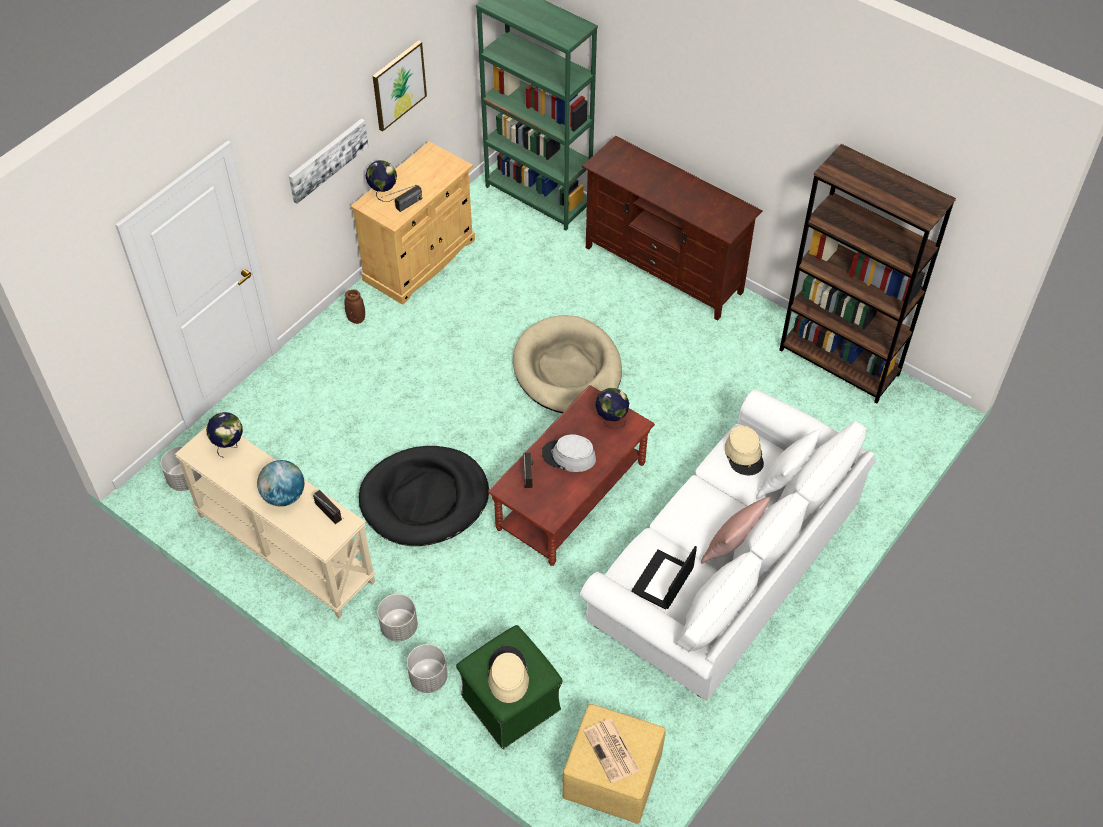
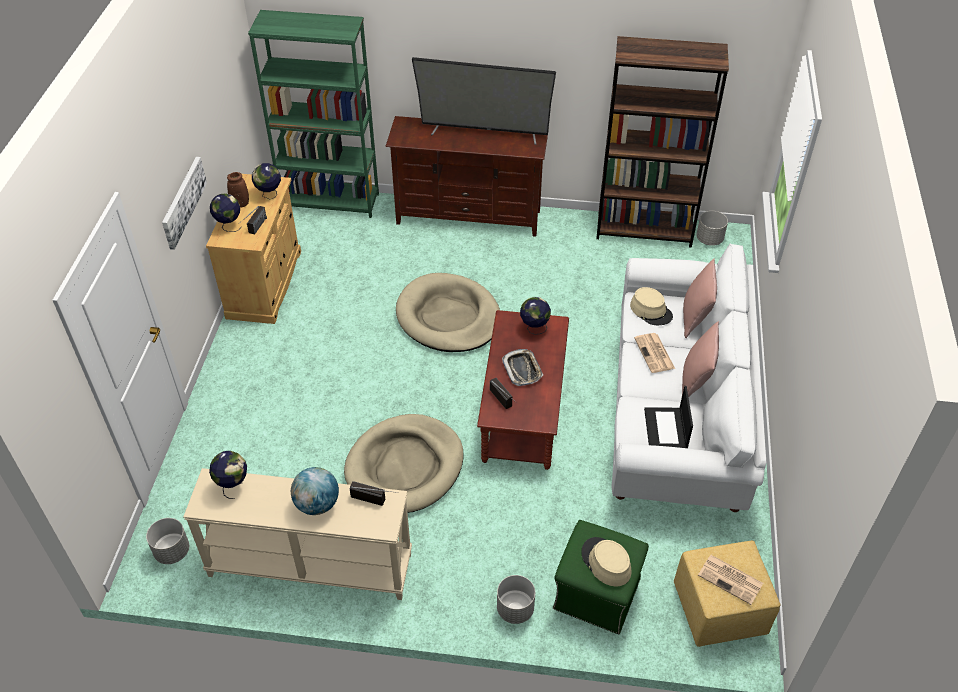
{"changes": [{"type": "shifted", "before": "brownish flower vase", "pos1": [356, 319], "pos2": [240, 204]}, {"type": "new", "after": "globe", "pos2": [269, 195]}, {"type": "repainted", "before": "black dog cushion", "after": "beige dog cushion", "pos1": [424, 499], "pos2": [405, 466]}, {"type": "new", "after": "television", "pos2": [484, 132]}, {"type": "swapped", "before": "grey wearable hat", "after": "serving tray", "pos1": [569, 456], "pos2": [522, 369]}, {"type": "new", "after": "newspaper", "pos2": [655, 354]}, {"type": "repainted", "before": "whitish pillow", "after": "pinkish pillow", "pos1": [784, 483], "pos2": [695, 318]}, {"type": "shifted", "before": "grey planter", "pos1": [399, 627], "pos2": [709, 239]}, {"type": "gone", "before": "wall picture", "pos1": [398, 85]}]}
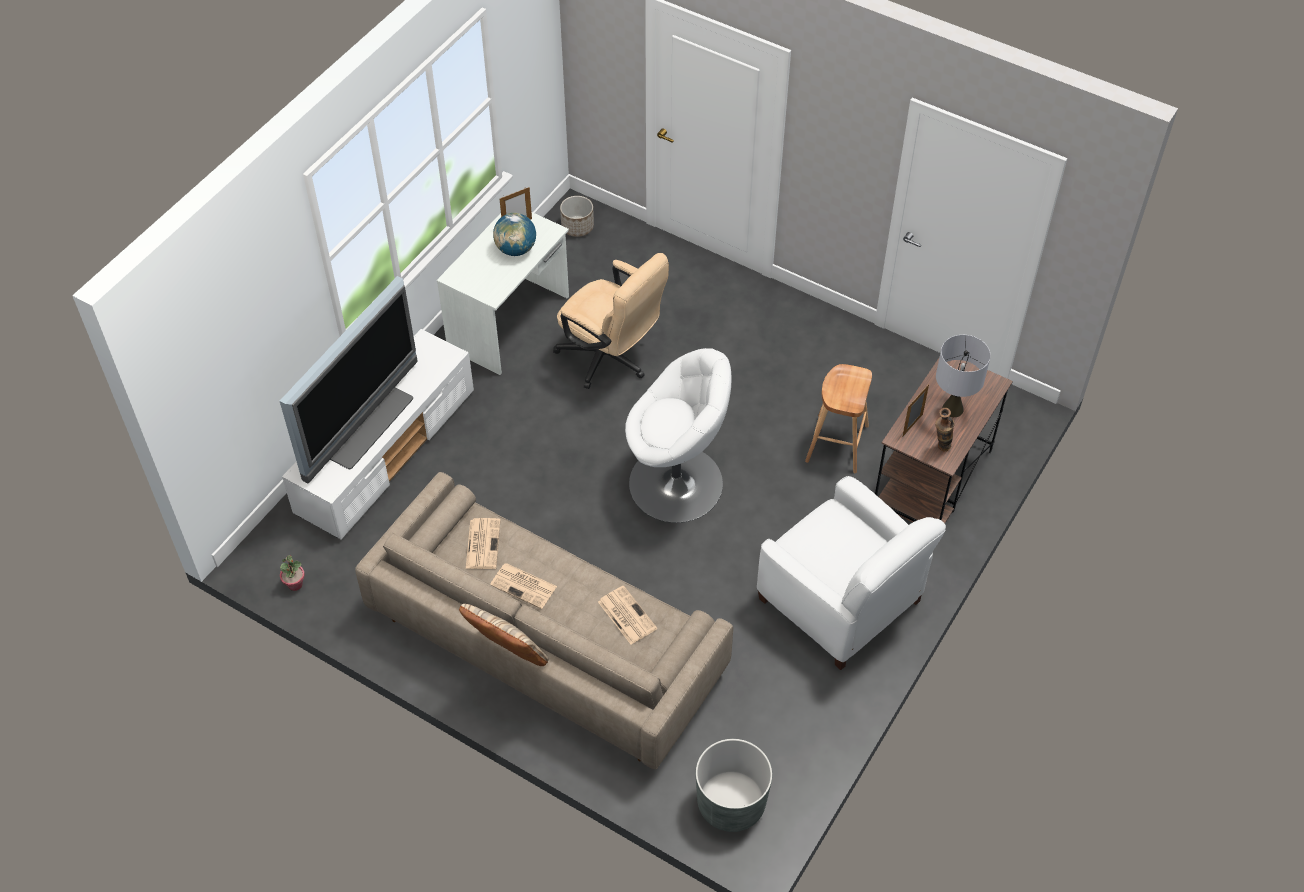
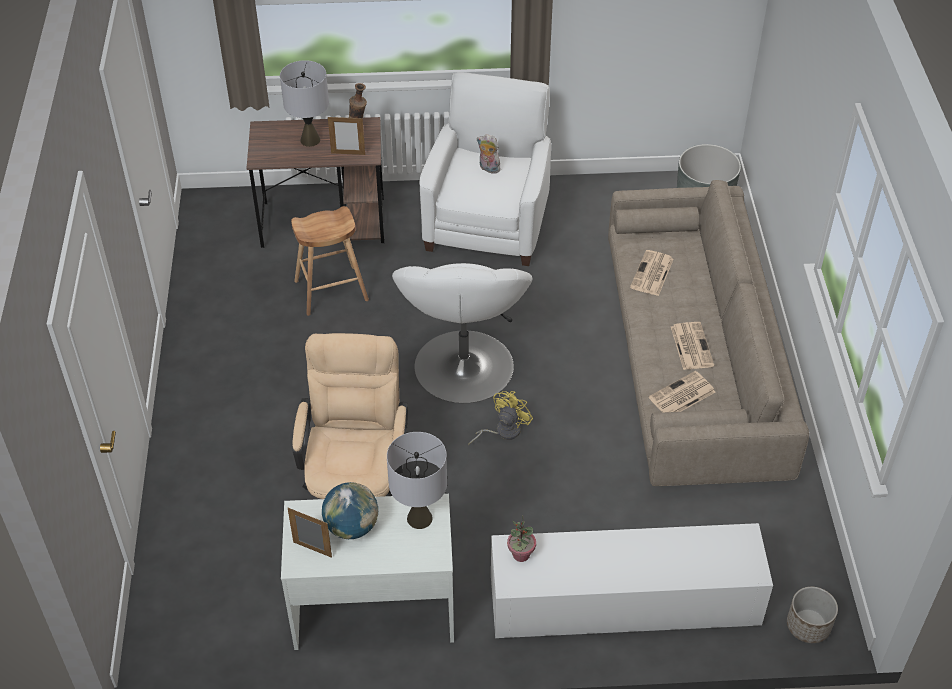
{"changes": [{"type": "new", "after": "grey tabletop lamp", "pos2": [419, 518]}, {"type": "rotated", "before": "whitish armchair", "pos1": [677, 484], "pos2": [463, 367], "turn": -150}, {"type": "new", "after": "yellowish cooling fan", "pos2": [502, 431]}, {"type": "new", "after": "cuddly toy", "pos2": [488, 168]}, {"type": "shifted", "before": "potted plant", "pos1": [295, 584], "pos2": [521, 555]}, {"type": "shifted", "before": "planter", "pos1": [577, 227], "pos2": [808, 626]}, {"type": "gone", "before": "television", "pos1": [364, 423]}, {"type": "gone", "before": "beige pillow", "pos1": [507, 655]}]}
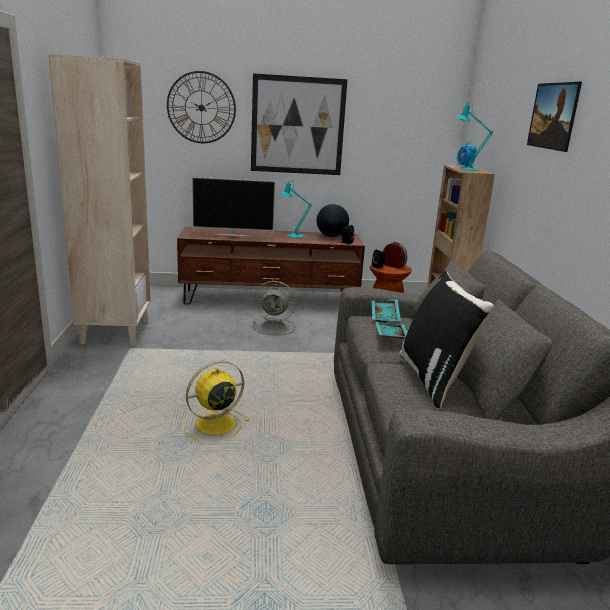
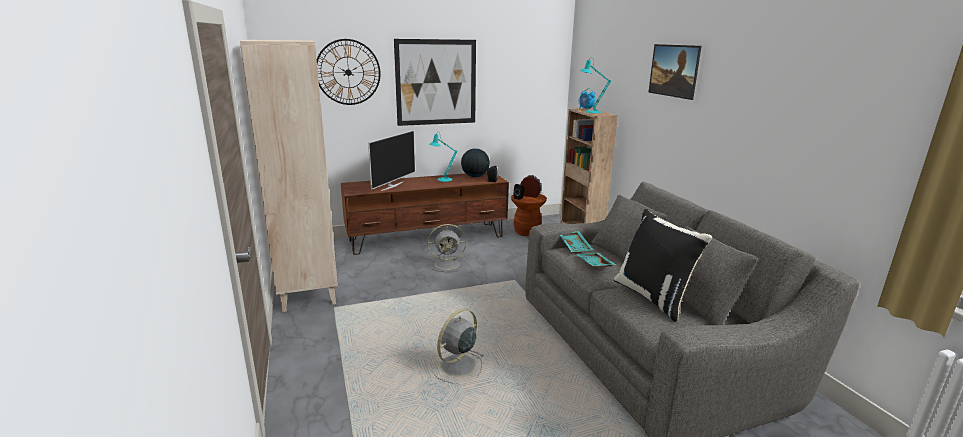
{"changes": [{"type": "rotated", "before": "television", "pos1": [233, 235], "pos2": [392, 186], "turn": -45}, {"type": "repainted", "before": "yellowish cooling fan", "after": "grey cooling fan", "pos1": [213, 425], "pos2": [456, 366]}]}
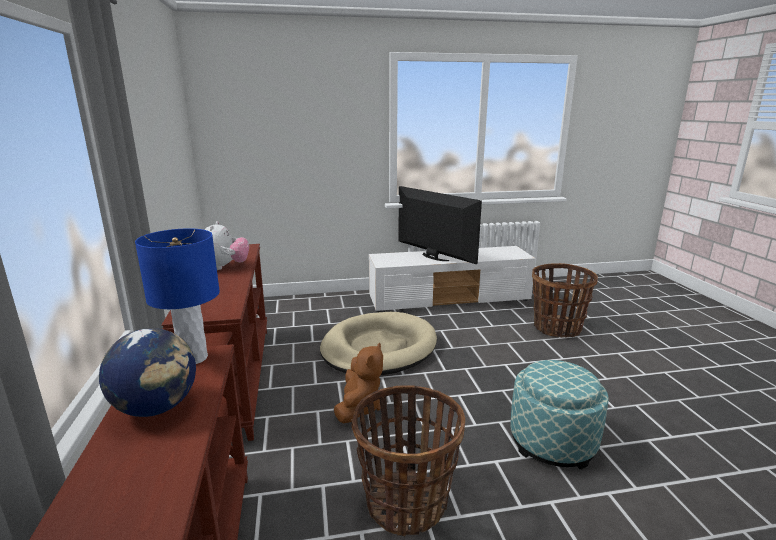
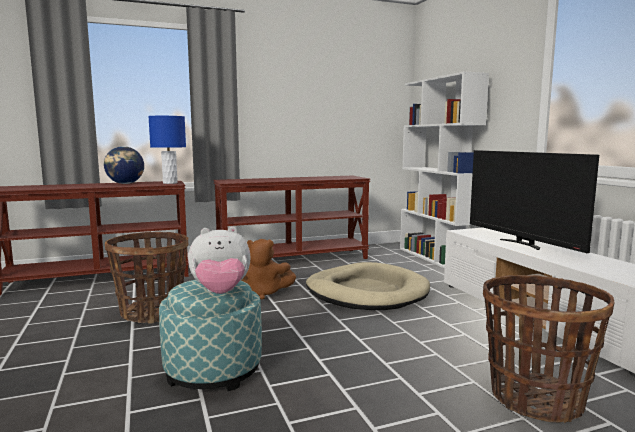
{"changes": [{"type": "shifted", "before": "cuddly toy", "pos1": [226, 267], "pos2": [221, 293]}, {"type": "new", "after": "whitish bookcase", "pos2": [436, 258]}, {"type": "rotated", "before": "television", "pos1": [433, 257], "pos2": [522, 244], "turn": 120}]}
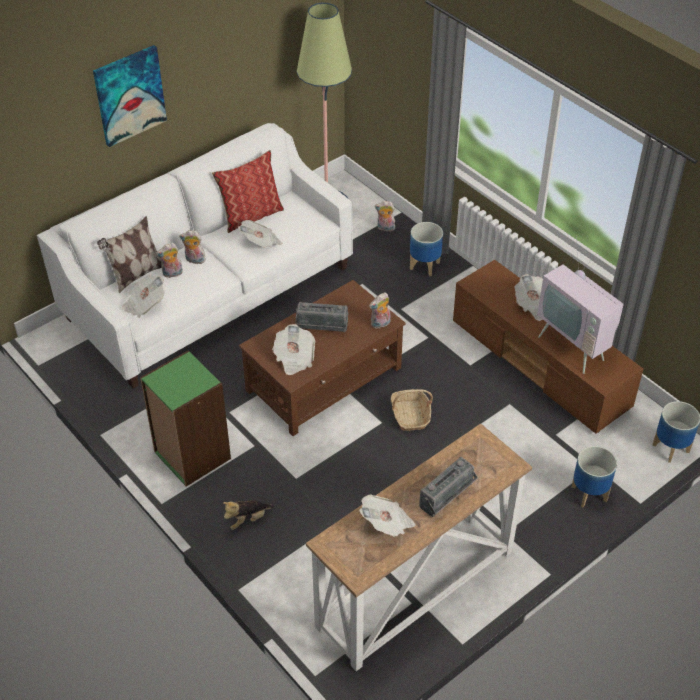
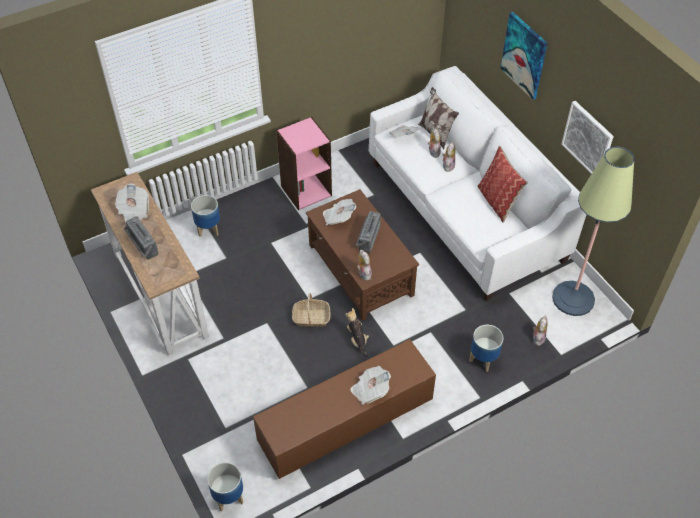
{"changes": [{"type": "shifted", "before": "planter", "pos1": [589, 494], "pos2": [208, 229]}, {"type": "repainted", "before": "greenish bookcase", "after": "pinkish bookcase", "pos1": [191, 456], "pos2": [306, 190]}, {"type": "shifted", "before": "cuddly toy", "pos1": [248, 519], "pos2": [357, 340]}, {"type": "new", "after": "wall picture", "pos2": [588, 139]}, {"type": "gone", "before": "newspaper", "pos1": [261, 243]}, {"type": "gone", "before": "television", "pos1": [575, 346]}]}
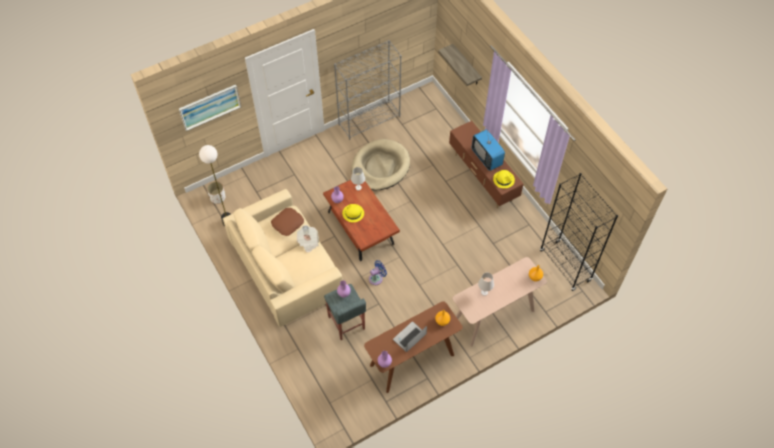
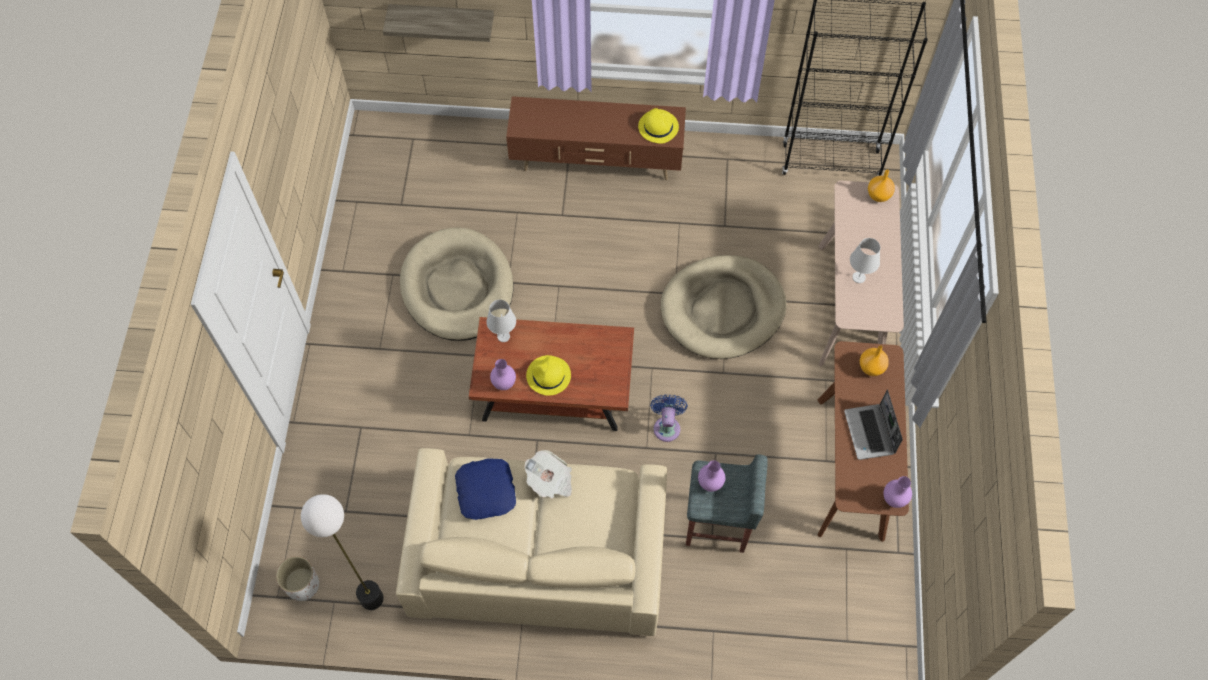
{"changes": [{"type": "repainted", "before": "brownish pillow", "after": "blue-coloured pillow", "pos1": [288, 223], "pos2": [486, 491]}, {"type": "new", "after": "beige dog cushion", "pos2": [722, 309]}, {"type": "gone", "before": "wall picture", "pos1": [210, 107]}, {"type": "gone", "before": "grey bookcase", "pos1": [369, 120]}, {"type": "gone", "before": "television", "pos1": [486, 158]}]}
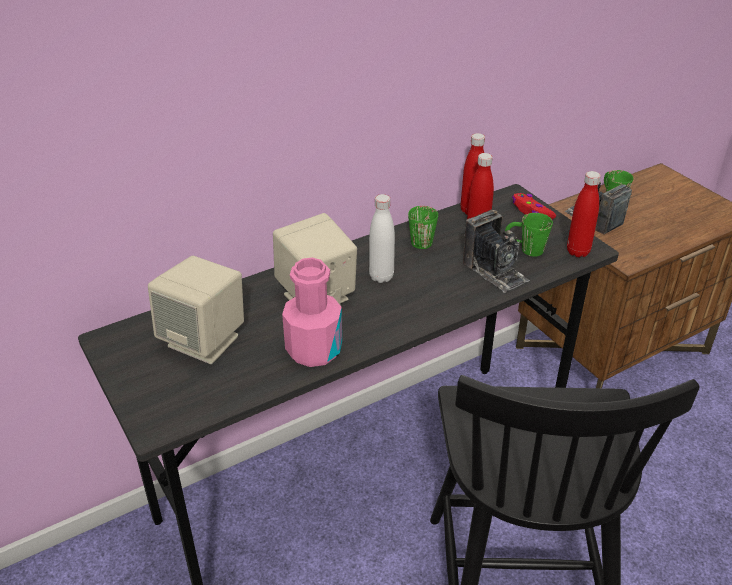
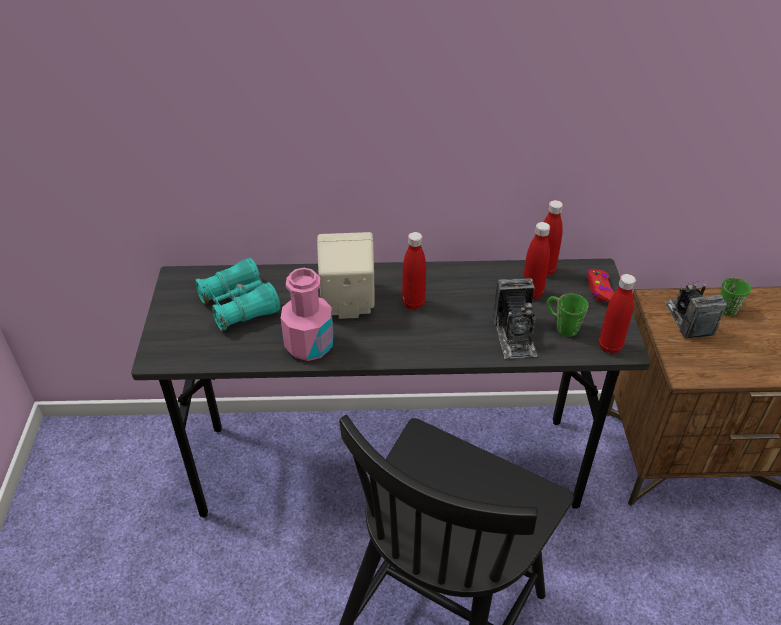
{"changes": [{"type": "swapped", "before": "beige loudspeaker", "after": "turquoise field glasses", "pos1": [204, 341], "pos2": [239, 305]}, {"type": "repainted", "before": "whitish beverage bottle", "after": "red-coloured beverage bottle", "pos1": [381, 277], "pos2": [413, 303]}, {"type": "gone", "before": "greenish tea mug", "pos1": [424, 239]}]}
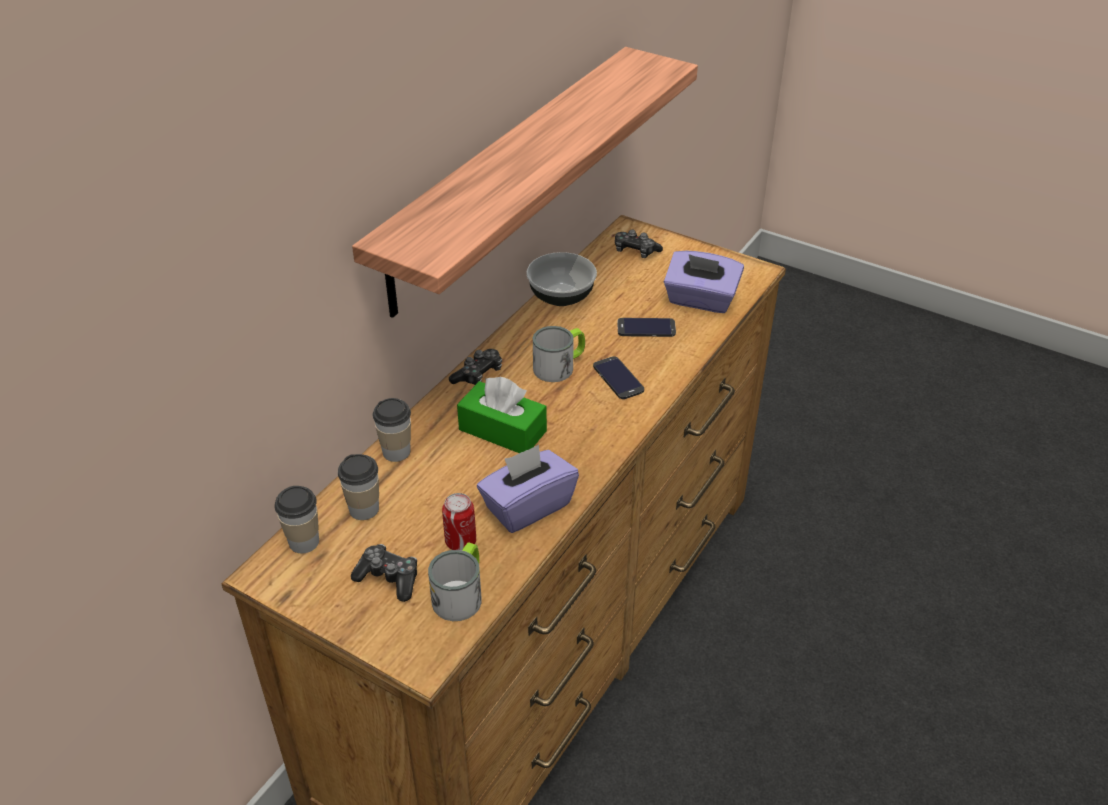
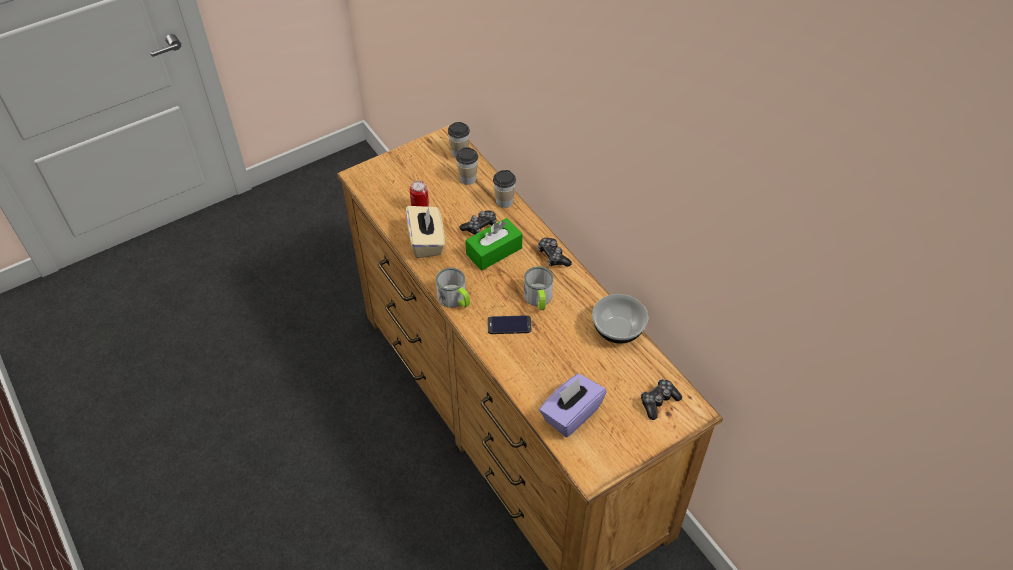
{"changes": [{"type": "repainted", "before": "purple-coloured tissue box", "after": "beige tissue box", "pos1": [527, 506], "pos2": [426, 241]}, {"type": "shifted", "before": "tea mug", "pos1": [461, 593], "pos2": [455, 299]}, {"type": "shifted", "before": "gamepad", "pos1": [389, 578], "pos2": [480, 226]}, {"type": "gone", "before": "bracket shelf", "pos1": [508, 176]}, {"type": "gone", "before": "phone", "pos1": [646, 328]}]}
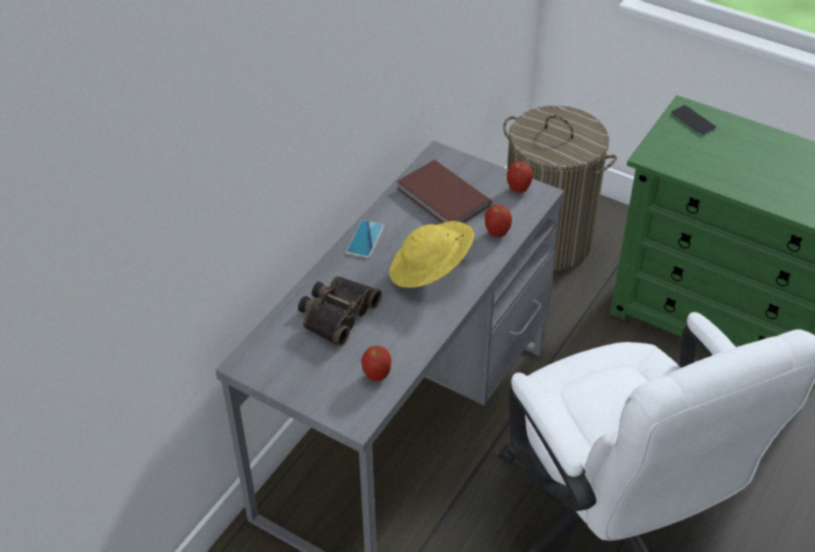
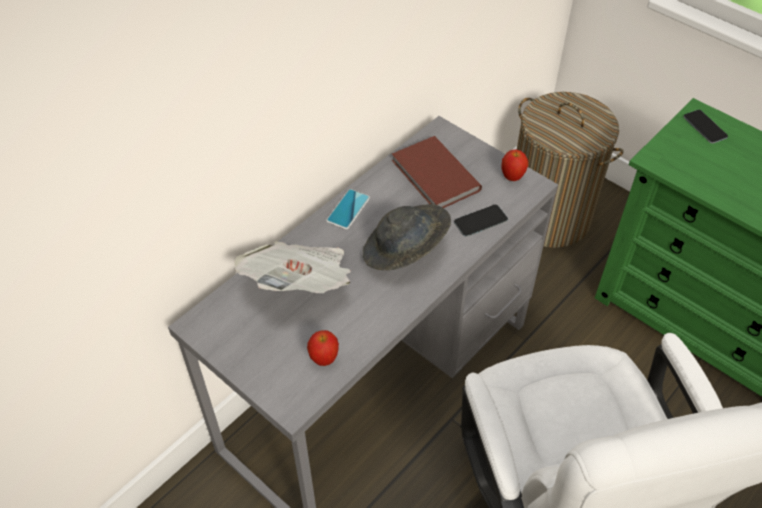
{"changes": [{"type": "swapped", "before": "field glasses", "after": "newspaper", "pos1": [336, 313], "pos2": [301, 284]}, {"type": "repainted", "before": "yellowish wearable hat", "after": "grey wearable hat", "pos1": [430, 271], "pos2": [405, 252]}, {"type": "swapped", "before": "whole apple", "after": "phone", "pos1": [497, 233], "pos2": [480, 221]}]}
